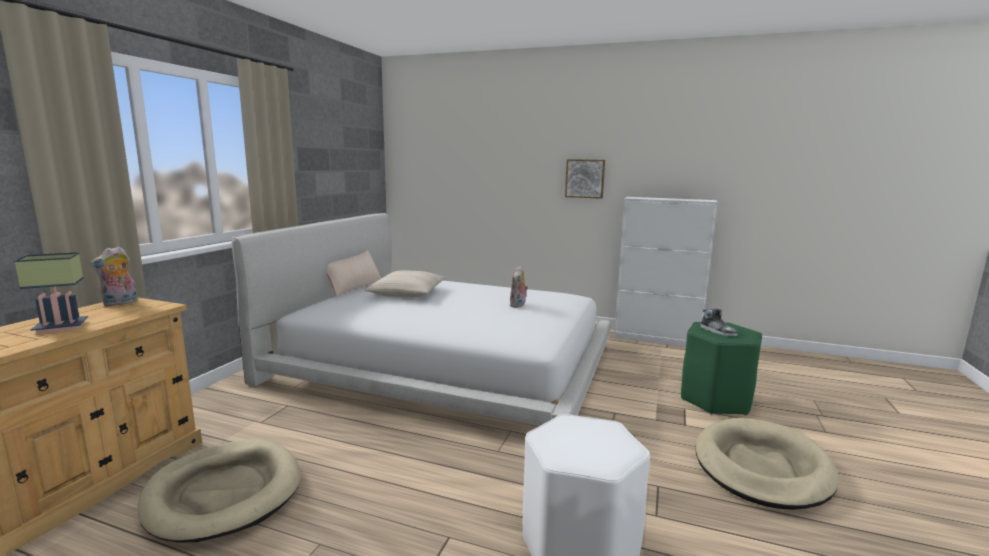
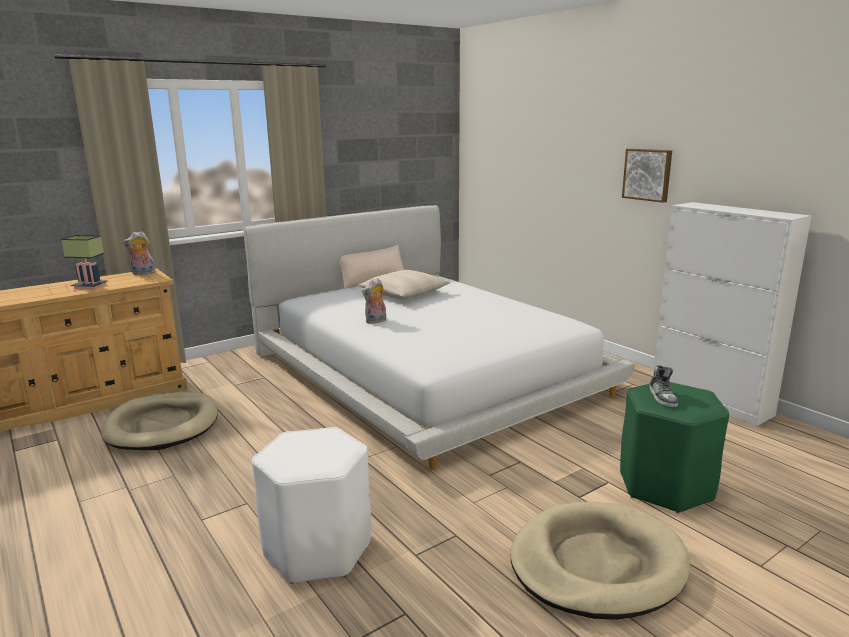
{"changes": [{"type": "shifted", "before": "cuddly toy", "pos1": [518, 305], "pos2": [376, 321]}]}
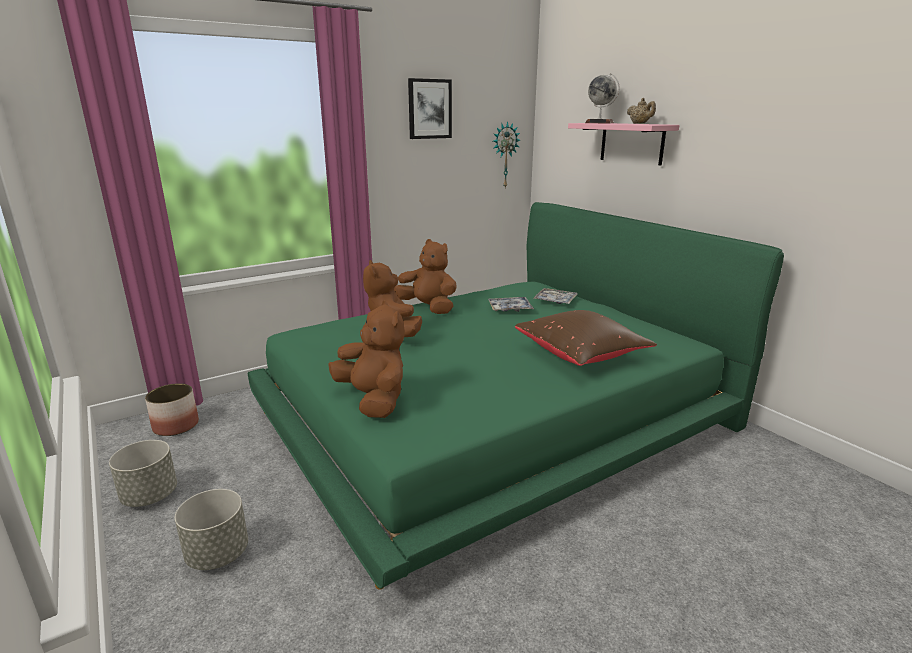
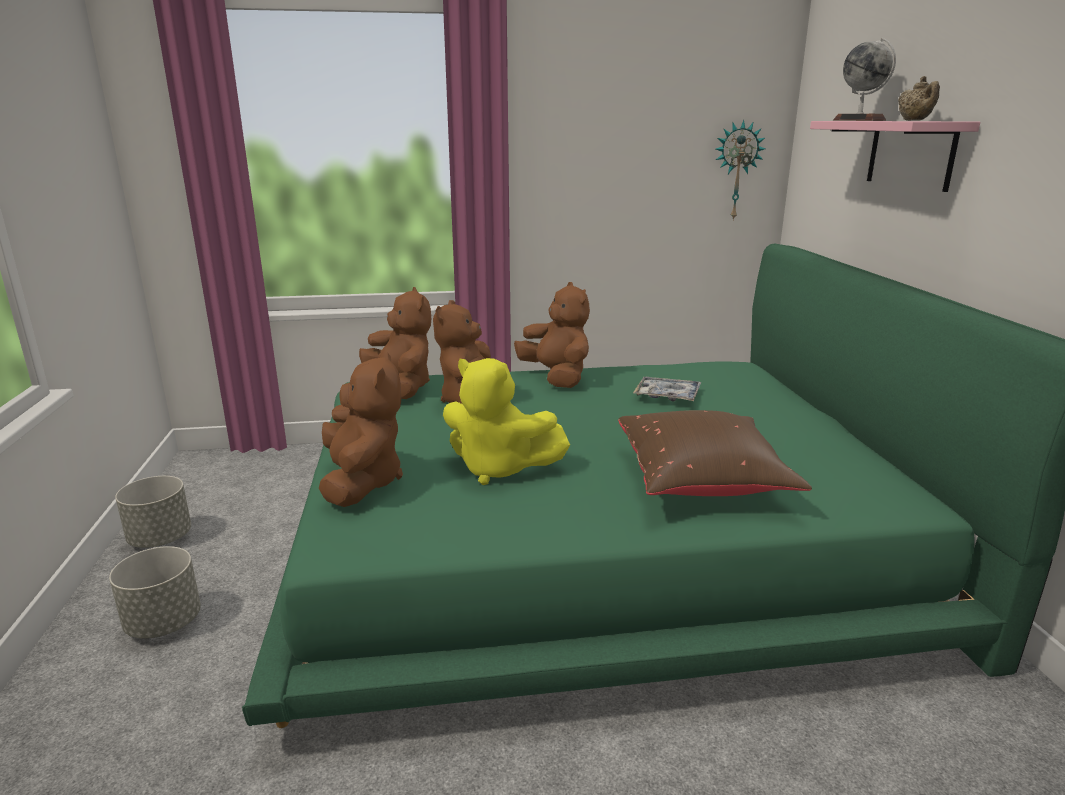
{"changes": [{"type": "new", "after": "brownish cuddly toy", "pos2": [401, 387]}, {"type": "new", "after": "yellowish cuddly toy", "pos2": [499, 468]}, {"type": "gone", "before": "planter", "pos1": [176, 426]}, {"type": "gone", "before": "wall picture", "pos1": [429, 109]}, {"type": "gone", "before": "serving tray", "pos1": [555, 301]}]}
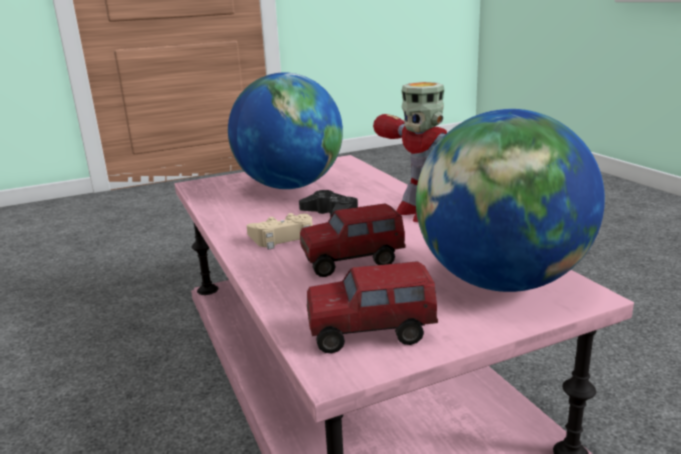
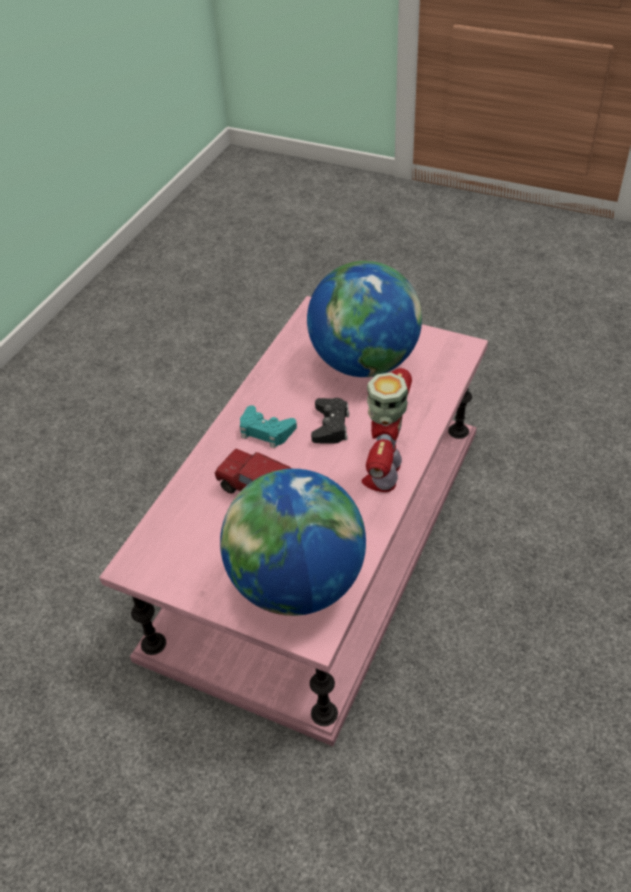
{"changes": [{"type": "repainted", "before": "beige gamepad", "after": "turquoise gamepad", "pos1": [283, 237], "pos2": [266, 431]}, {"type": "gone", "before": "toy truck", "pos1": [370, 335]}]}
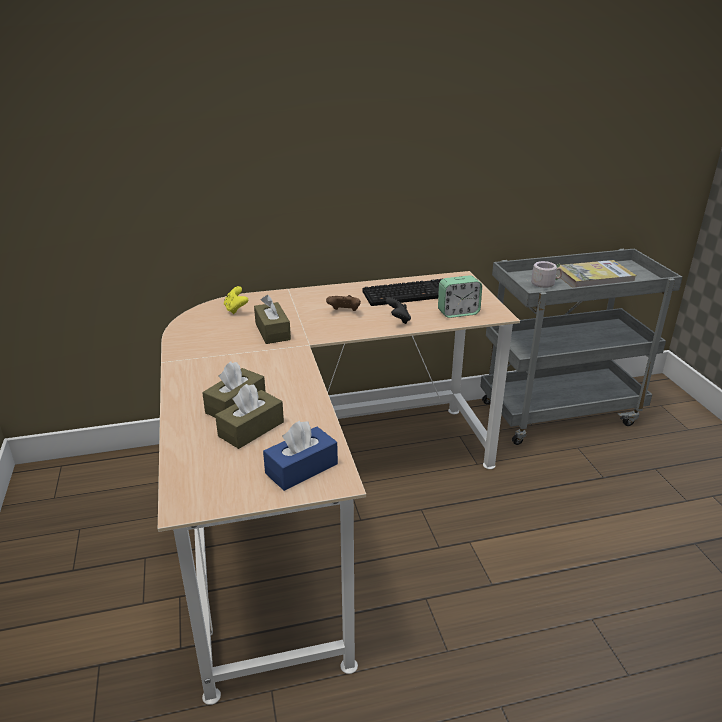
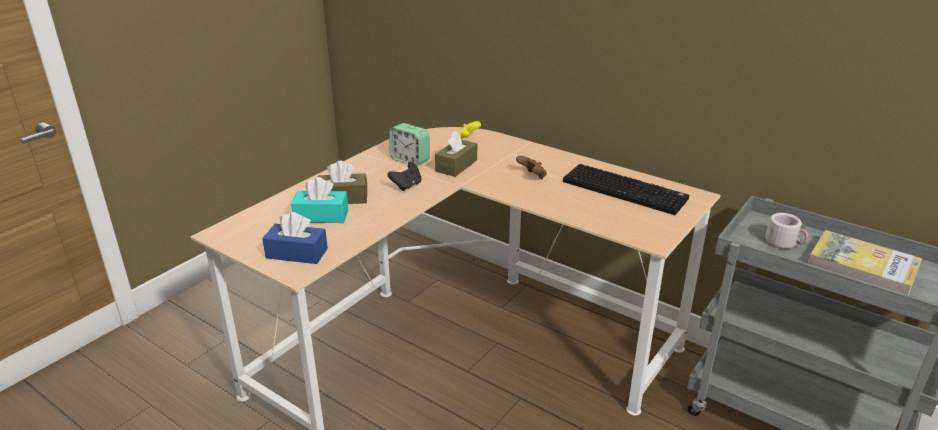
{"changes": [{"type": "repainted", "before": "brownish tissue box", "after": "turquoise tissue box", "pos1": [251, 429], "pos2": [321, 216]}, {"type": "shifted", "before": "black gamepad", "pos1": [398, 320], "pos2": [406, 186]}, {"type": "shifted", "before": "bedside clock", "pos1": [458, 313], "pos2": [410, 160]}]}
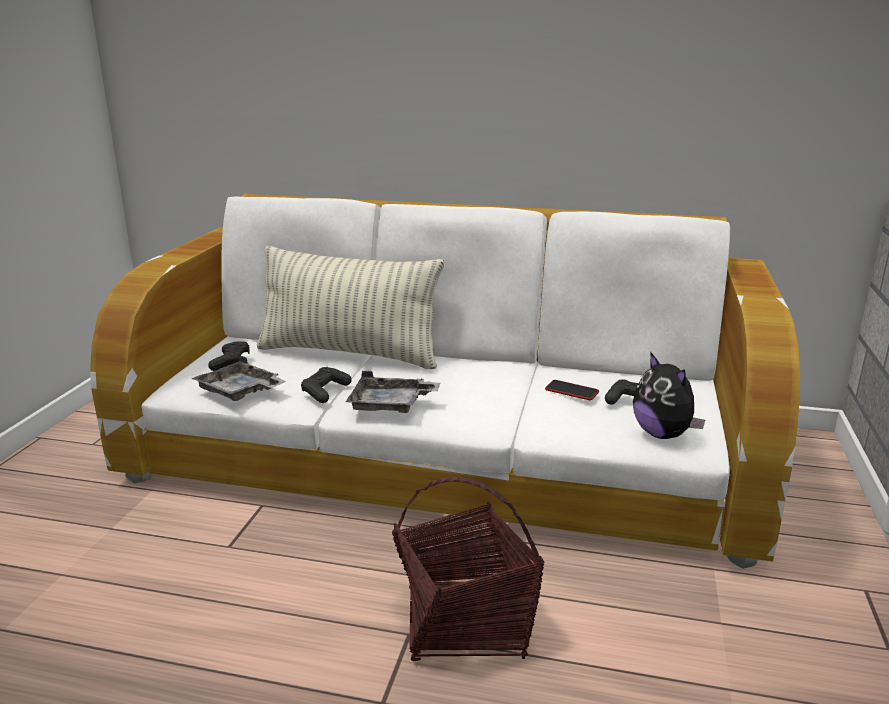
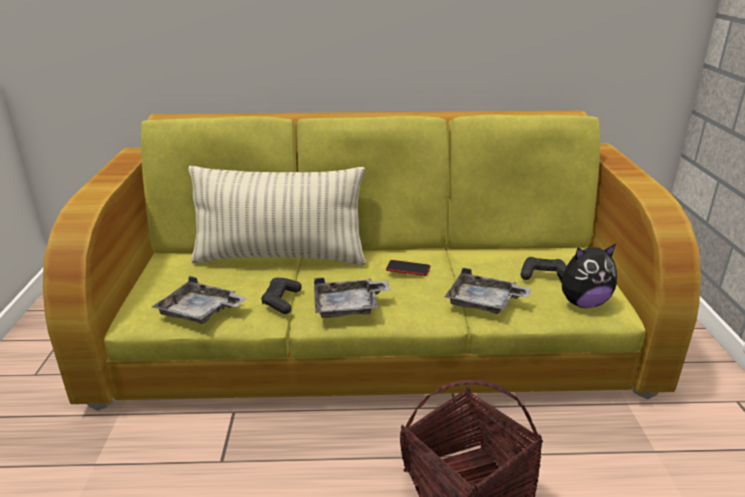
{"changes": [{"type": "repainted", "before": "whitish settee", "after": "greenish settee", "pos1": [446, 454], "pos2": [374, 333]}, {"type": "shifted", "before": "phone", "pos1": [571, 391], "pos2": [408, 269]}, {"type": "new", "after": "grey serving tray", "pos2": [484, 303]}, {"type": "rotated", "before": "cuddly toy", "pos1": [663, 434], "pos2": [582, 303], "turn": -60}, {"type": "gone", "before": "black gamepad", "pos1": [231, 362]}]}
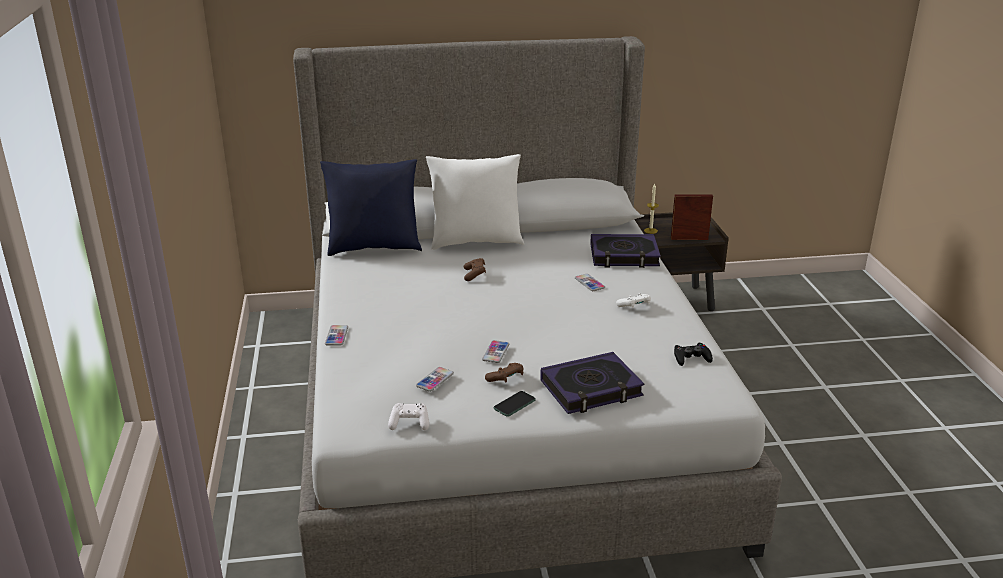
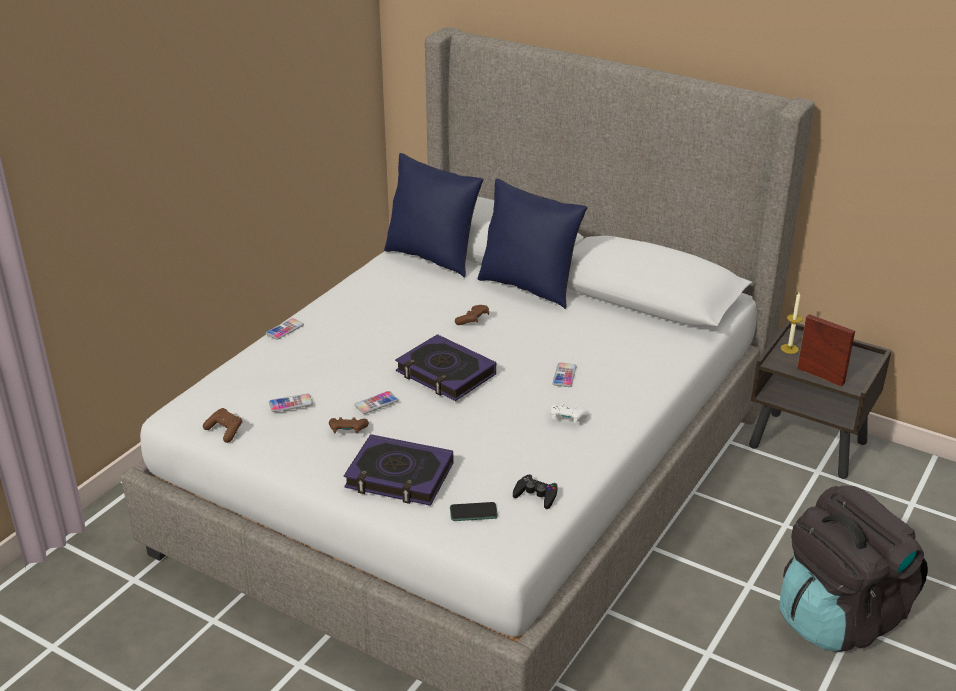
{"changes": [{"type": "repainted", "before": "whitish gamepad", "after": "brownish gamepad", "pos1": [409, 423], "pos2": [225, 431]}, {"type": "shifted", "before": "book", "pos1": [624, 256], "pos2": [445, 374]}, {"type": "shifted", "before": "phone", "pos1": [514, 404], "pos2": [473, 512]}, {"type": "repainted", "before": "whitish pillow", "after": "blue-coloured pillow", "pos1": [476, 241], "pos2": [528, 287]}, {"type": "new", "after": "black rucksack", "pos2": [840, 617]}]}
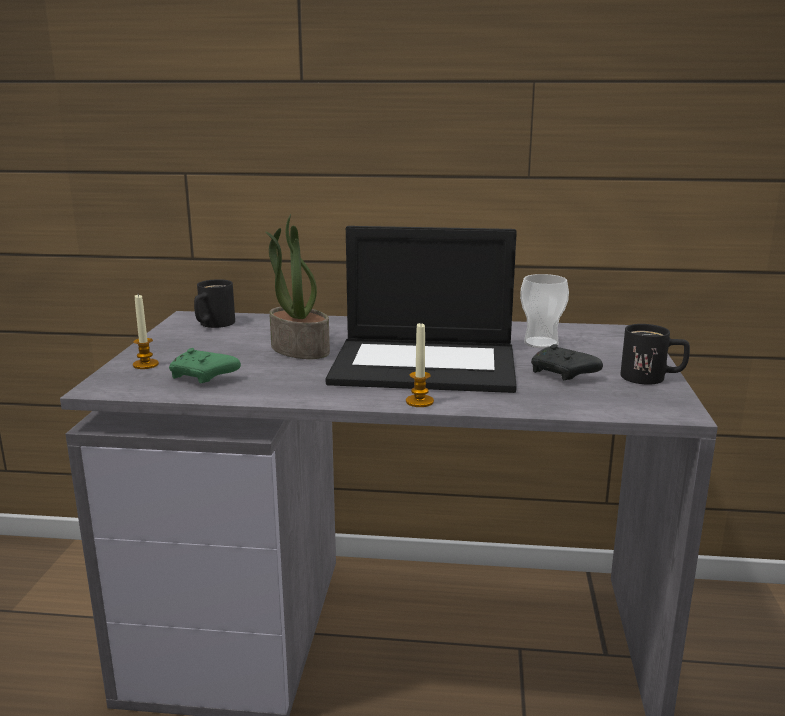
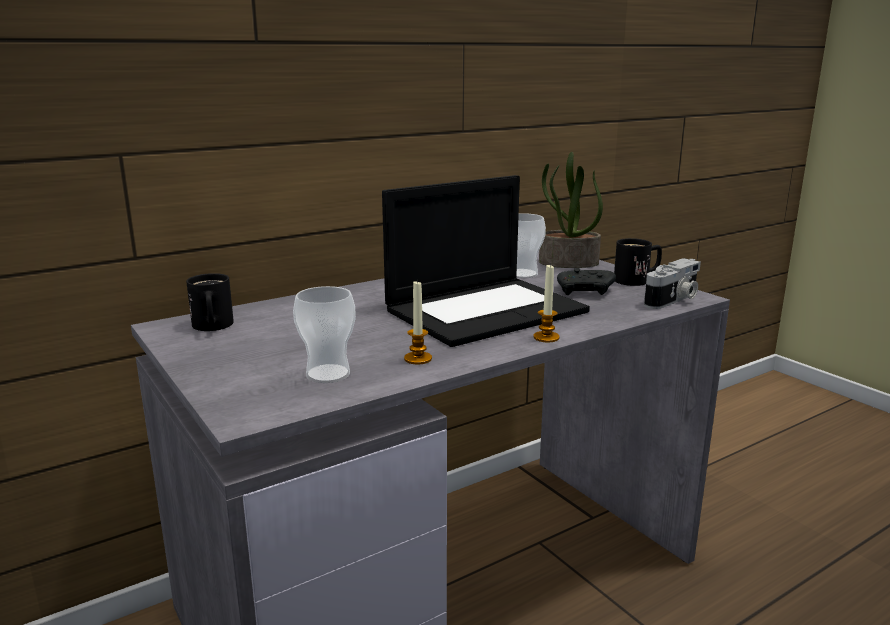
{"changes": [{"type": "swapped", "before": "greenish gamepad", "after": "drinking cup", "pos1": [204, 377], "pos2": [328, 374]}, {"type": "shifted", "before": "wax light", "pos1": [145, 365], "pos2": [418, 359]}, {"type": "shifted", "before": "potted plant", "pos1": [298, 349], "pos2": [567, 263]}, {"type": "new", "after": "photo camera", "pos2": [673, 300]}]}
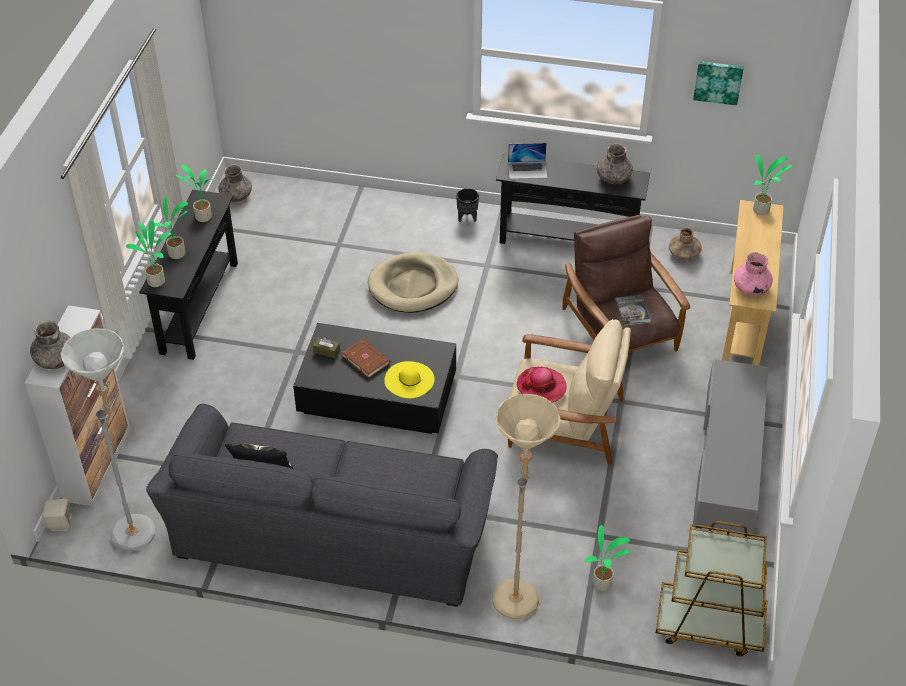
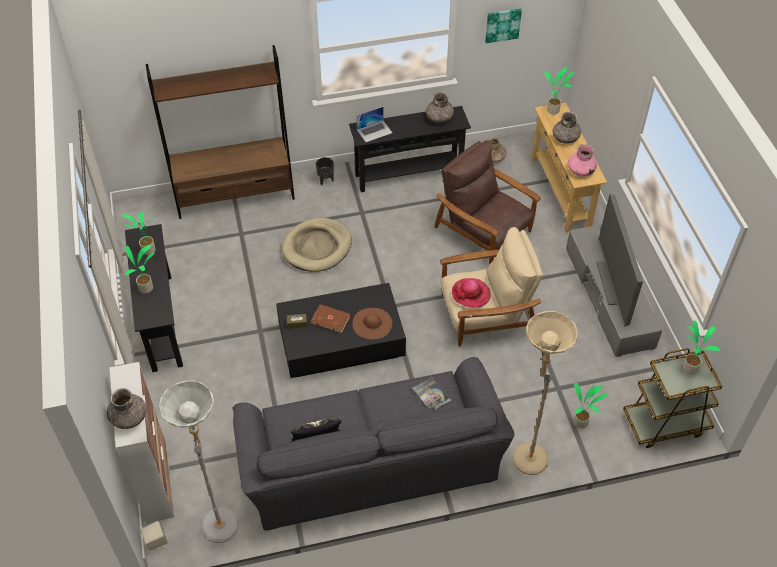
{"changes": [{"type": "new", "after": "brownish bookcase", "pos2": [235, 196]}, {"type": "repainted", "before": "yellowish wearable hat", "after": "brownish wearable hat", "pos1": [409, 380], "pos2": [372, 323]}, {"type": "shifted", "before": "book", "pos1": [632, 311], "pos2": [431, 395]}, {"type": "shifted", "before": "grey flower vase", "pos1": [236, 196], "pos2": [565, 138]}, {"type": "new", "after": "television", "pos2": [615, 283]}, {"type": "shifted", "before": "potted plant", "pos1": [157, 280], "pos2": [689, 367]}]}
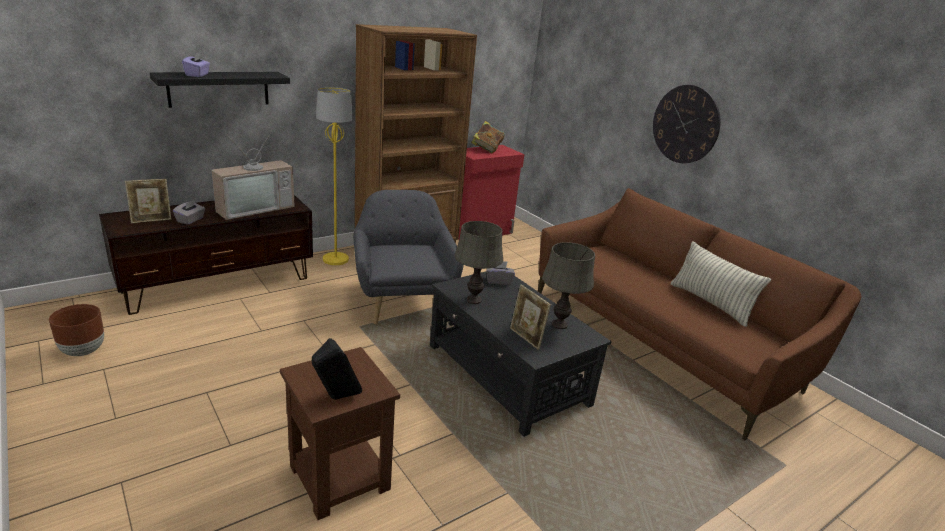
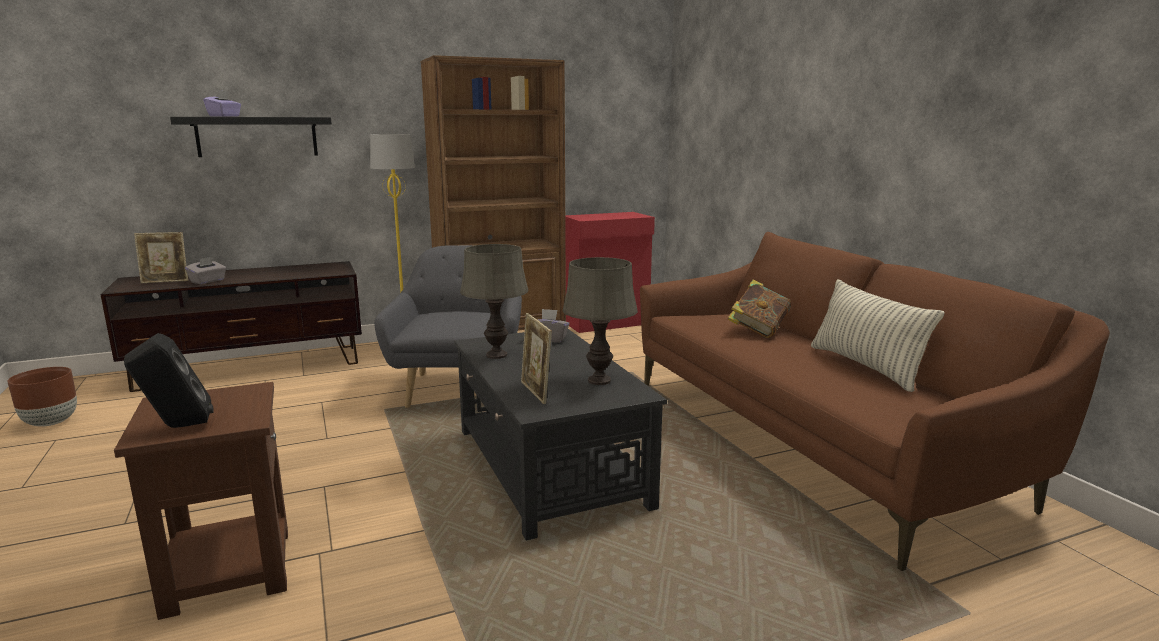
{"changes": [{"type": "shifted", "before": "book", "pos1": [487, 149], "pos2": [758, 331]}, {"type": "gone", "before": "television", "pos1": [254, 207]}, {"type": "gone", "before": "clock on the wall", "pos1": [685, 124]}]}
